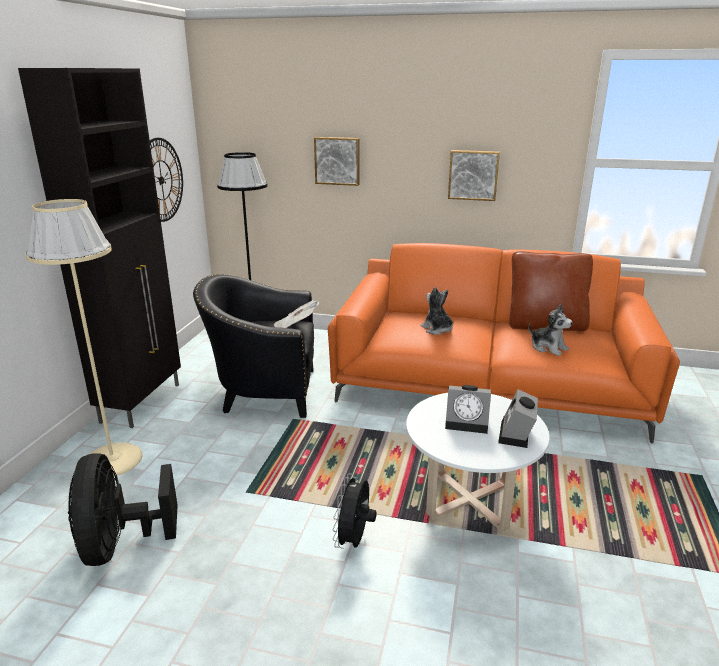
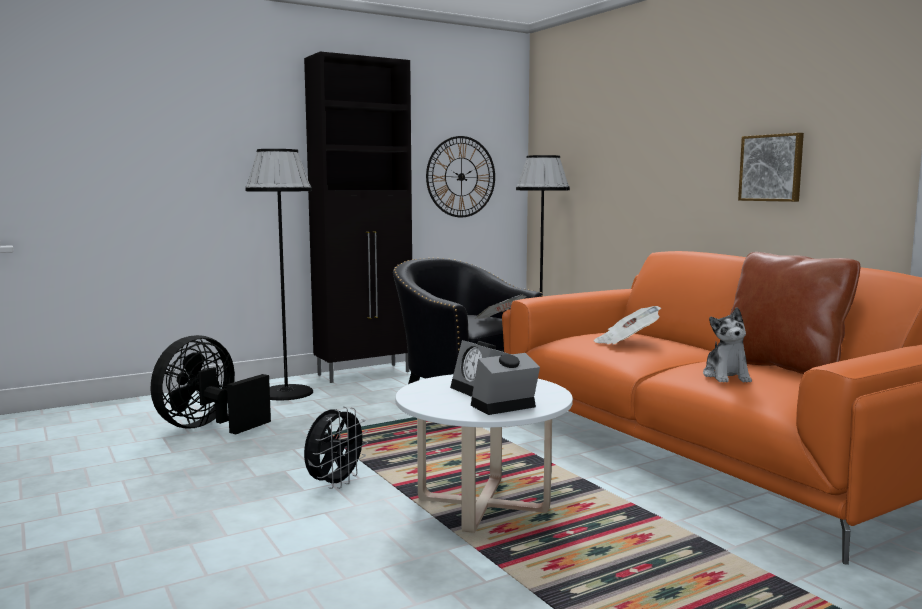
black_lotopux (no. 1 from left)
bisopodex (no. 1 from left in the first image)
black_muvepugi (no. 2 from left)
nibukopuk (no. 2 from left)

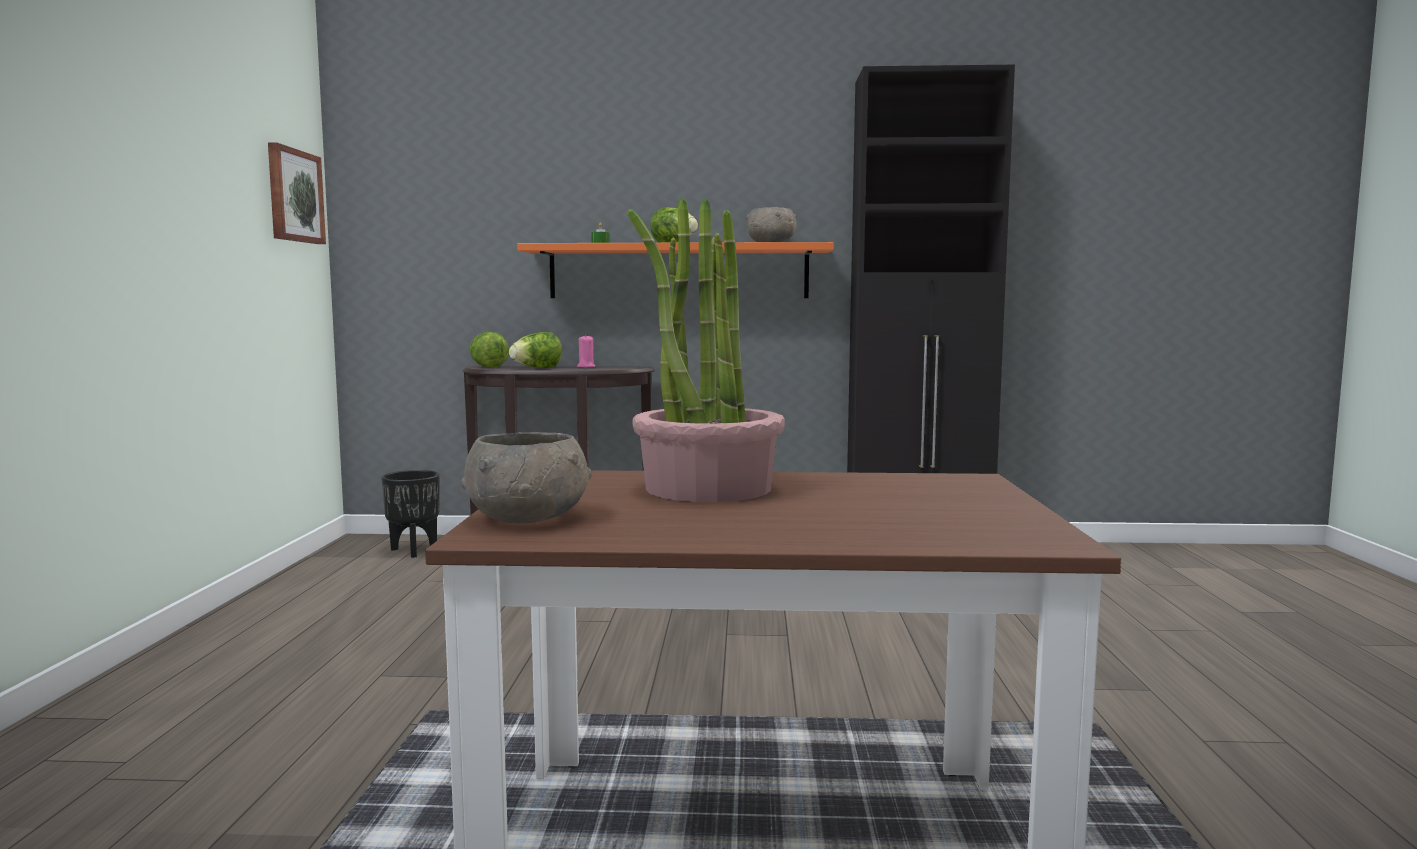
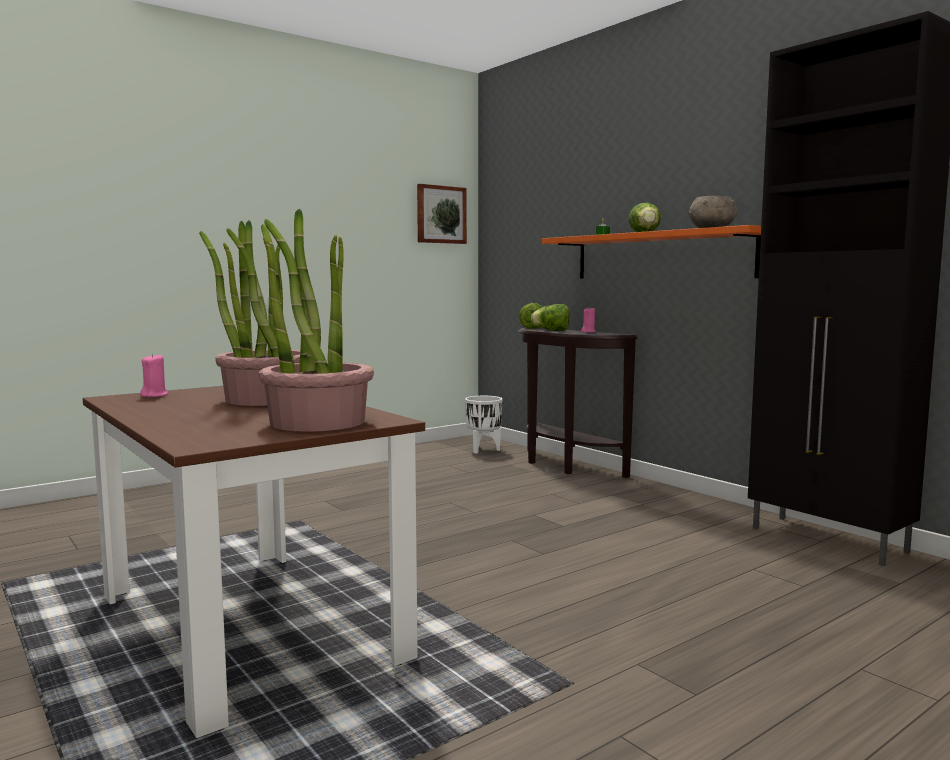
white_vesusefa
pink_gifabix (no. 1 from left)
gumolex (no. 2 from left)

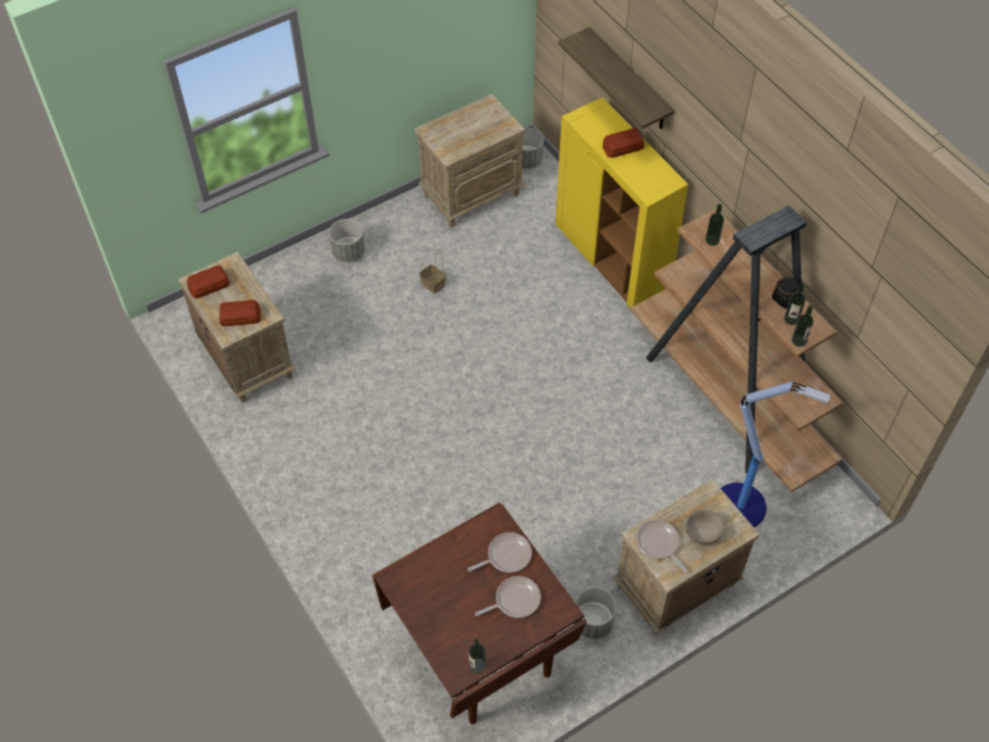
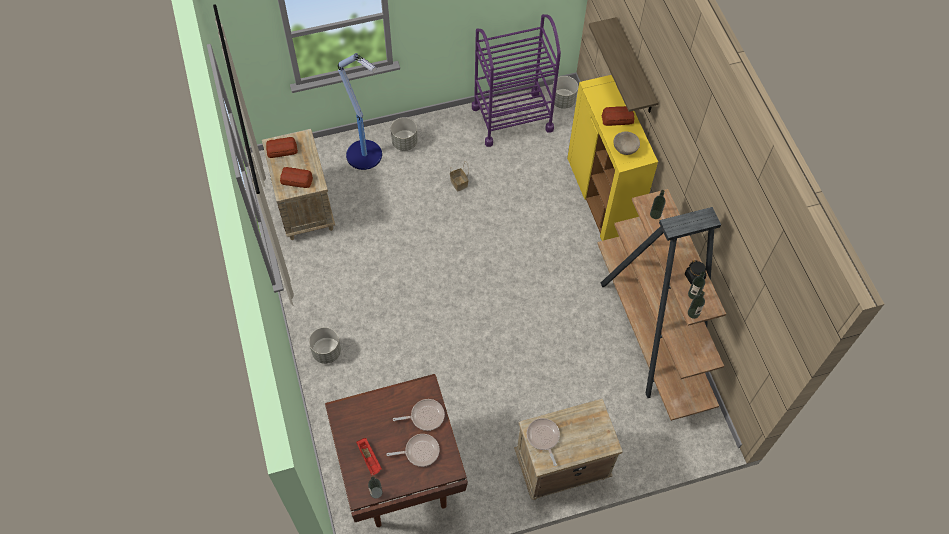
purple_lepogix
grey_vesusefa (no. 1 from left)
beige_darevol
lotopux
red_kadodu

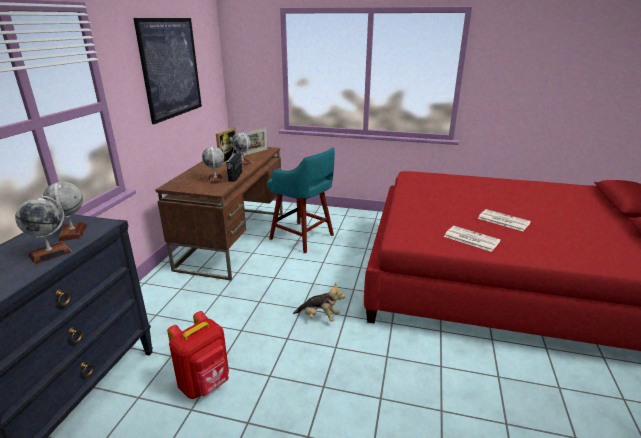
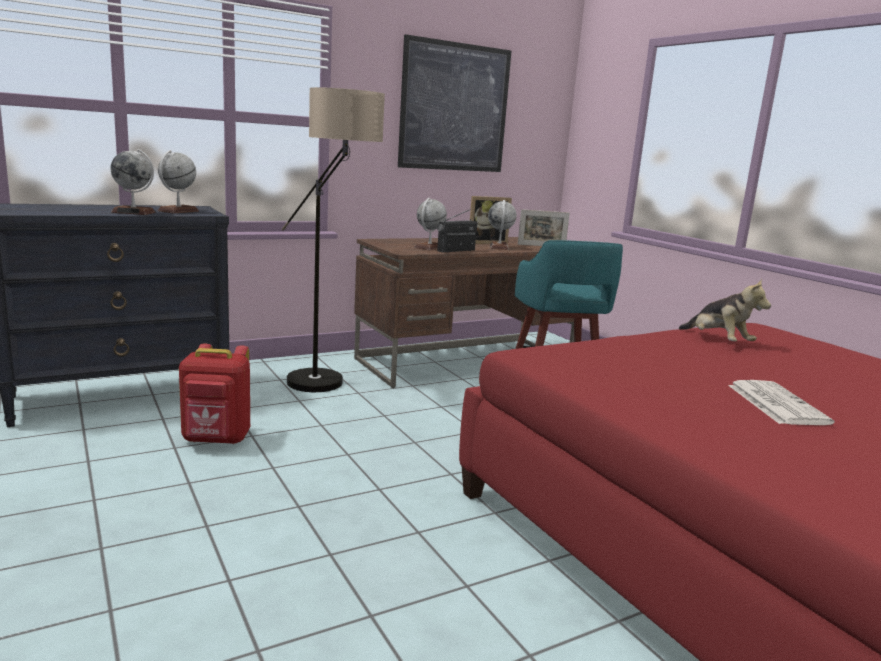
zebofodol
nibukopuk (no. 1 from left in the first image)
lotopux

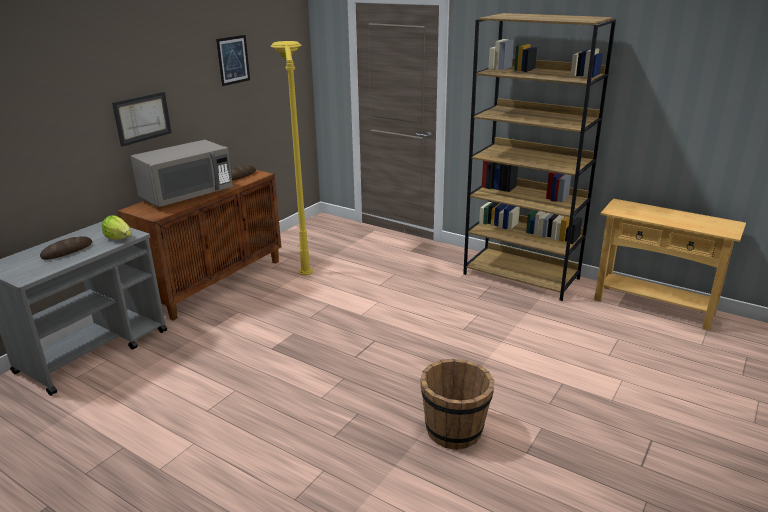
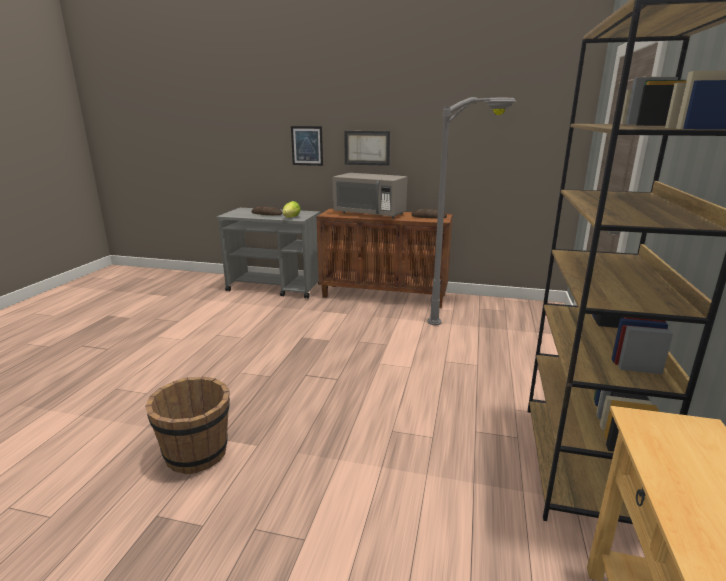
bisopodex (no. 1 from left)
grey_lotopux

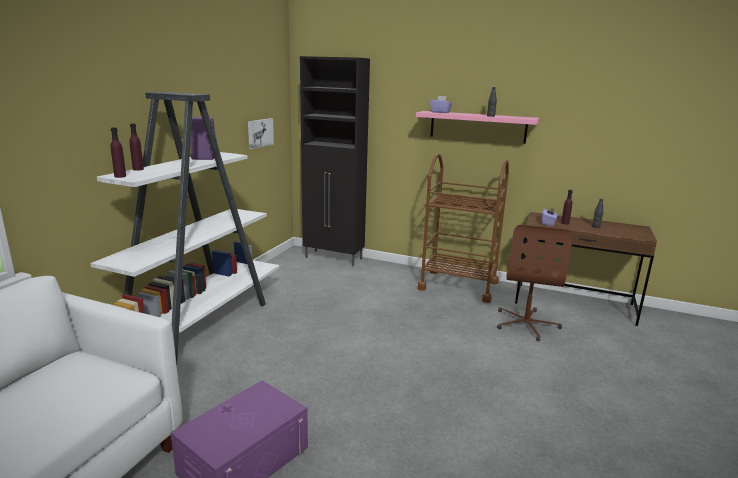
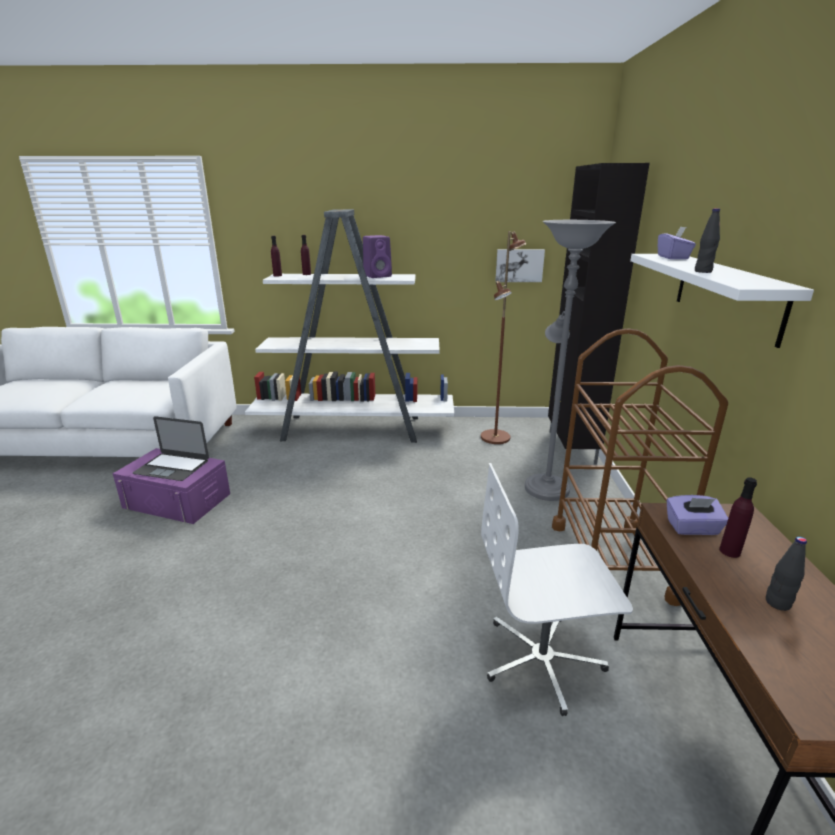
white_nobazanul
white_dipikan
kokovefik
brown_lotopux
grey_lotopux

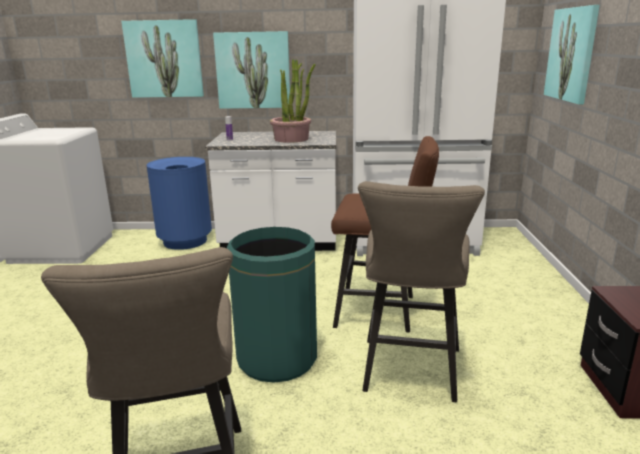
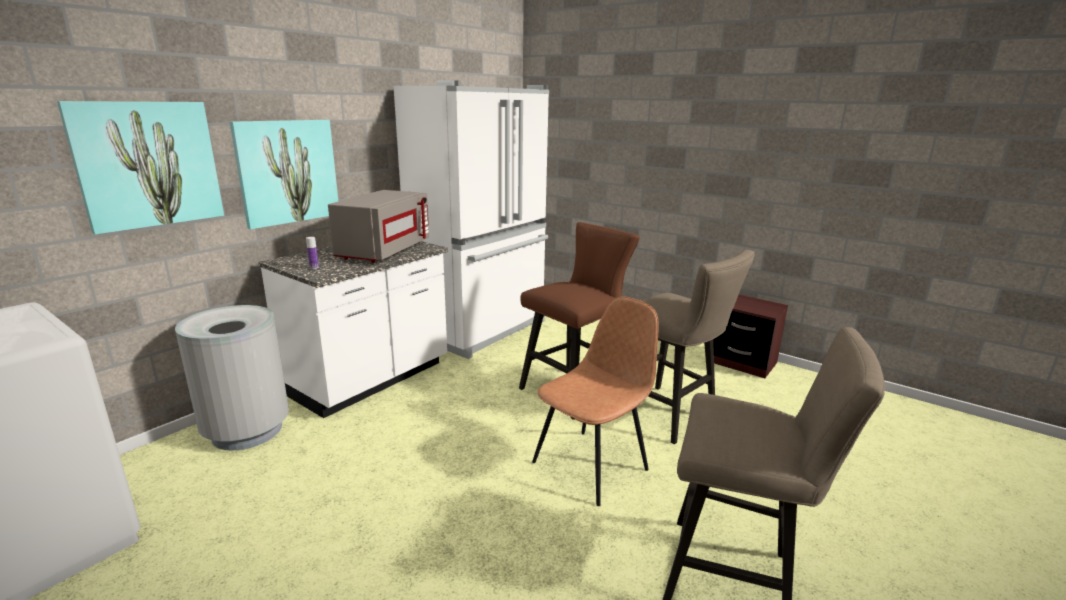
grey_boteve
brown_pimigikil
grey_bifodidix
bisopodex (no. 3 from left in the first image)

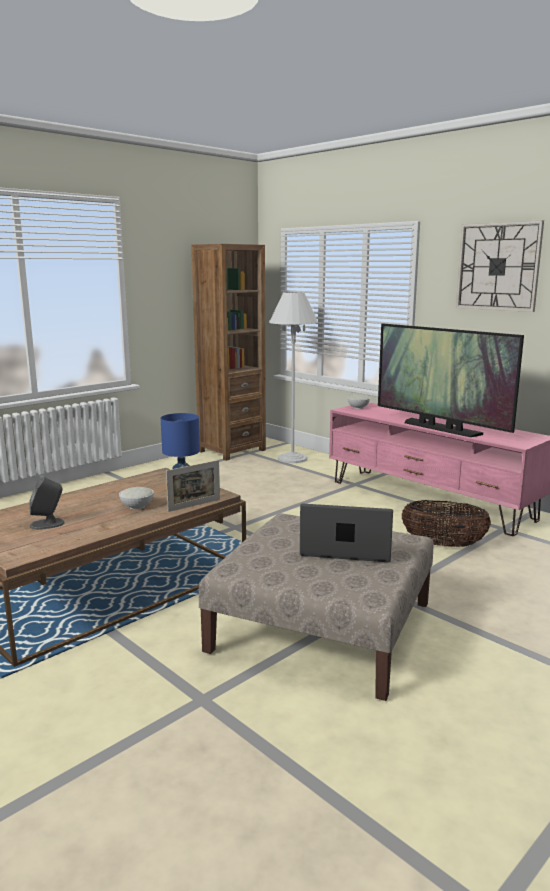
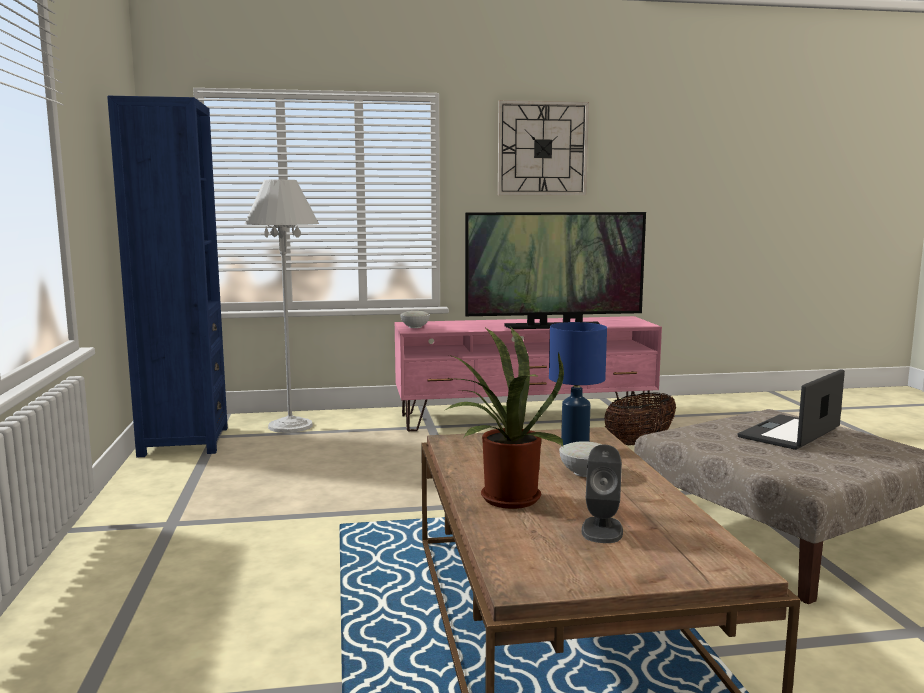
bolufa
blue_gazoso
gumolex

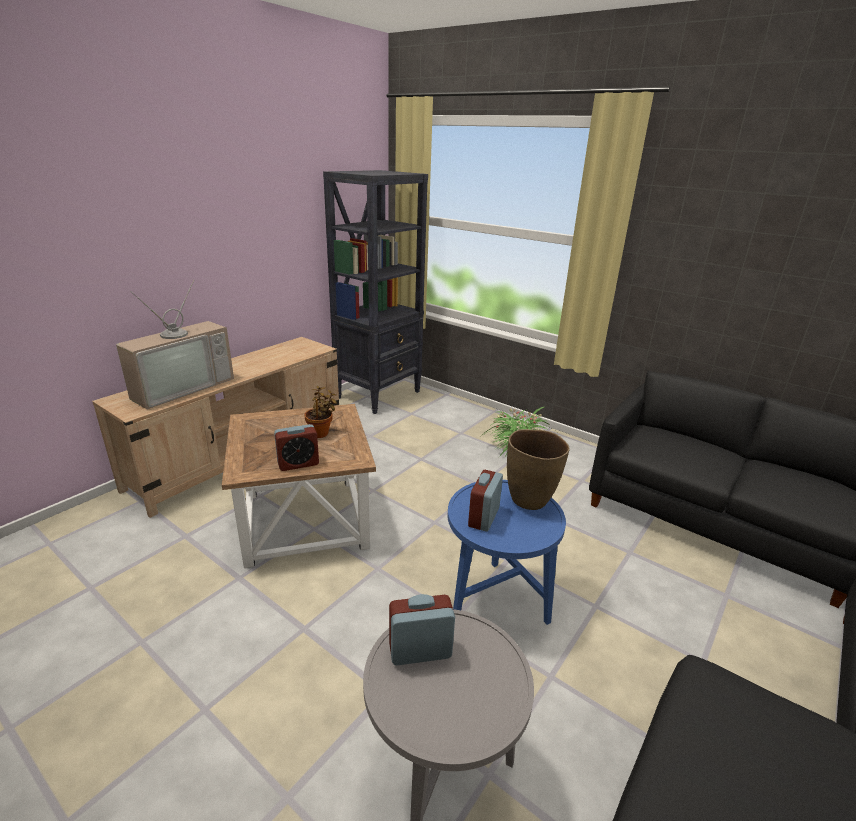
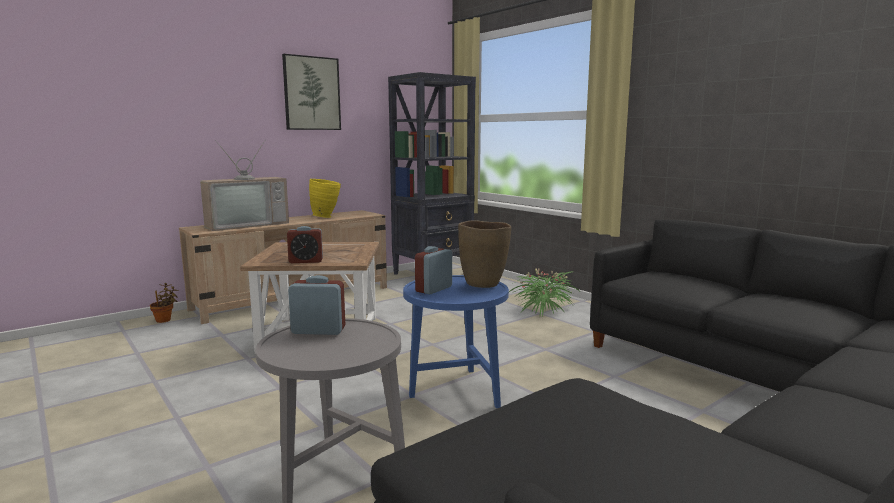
gumolex (no. 1 from left)
bisopodex
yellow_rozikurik

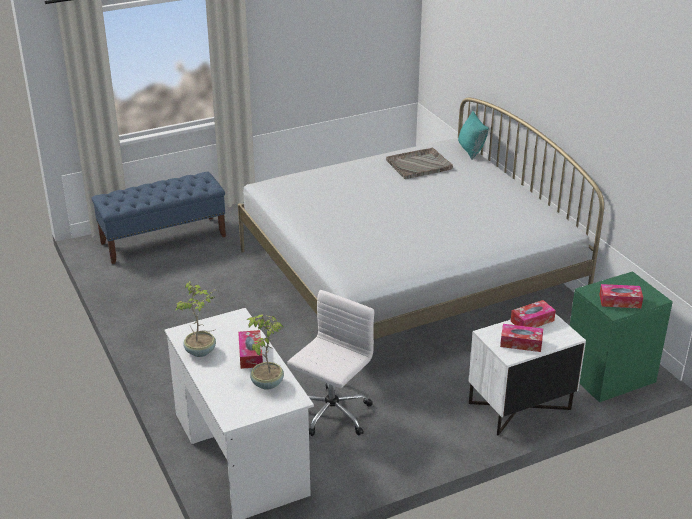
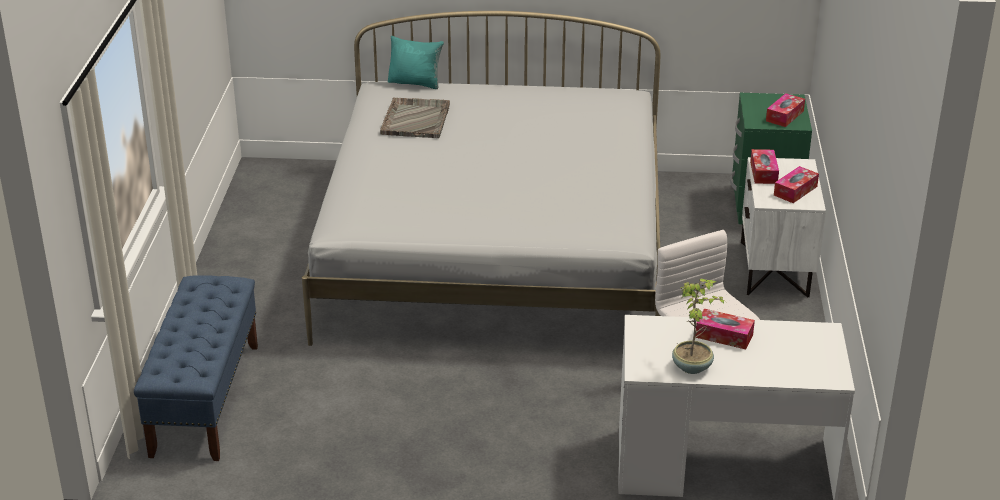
gumolex (no. 2 from left in the first image)

